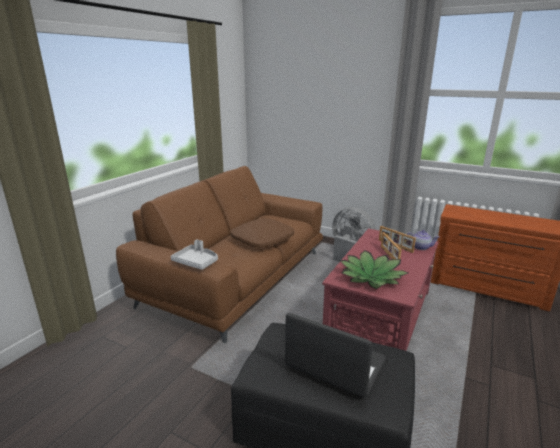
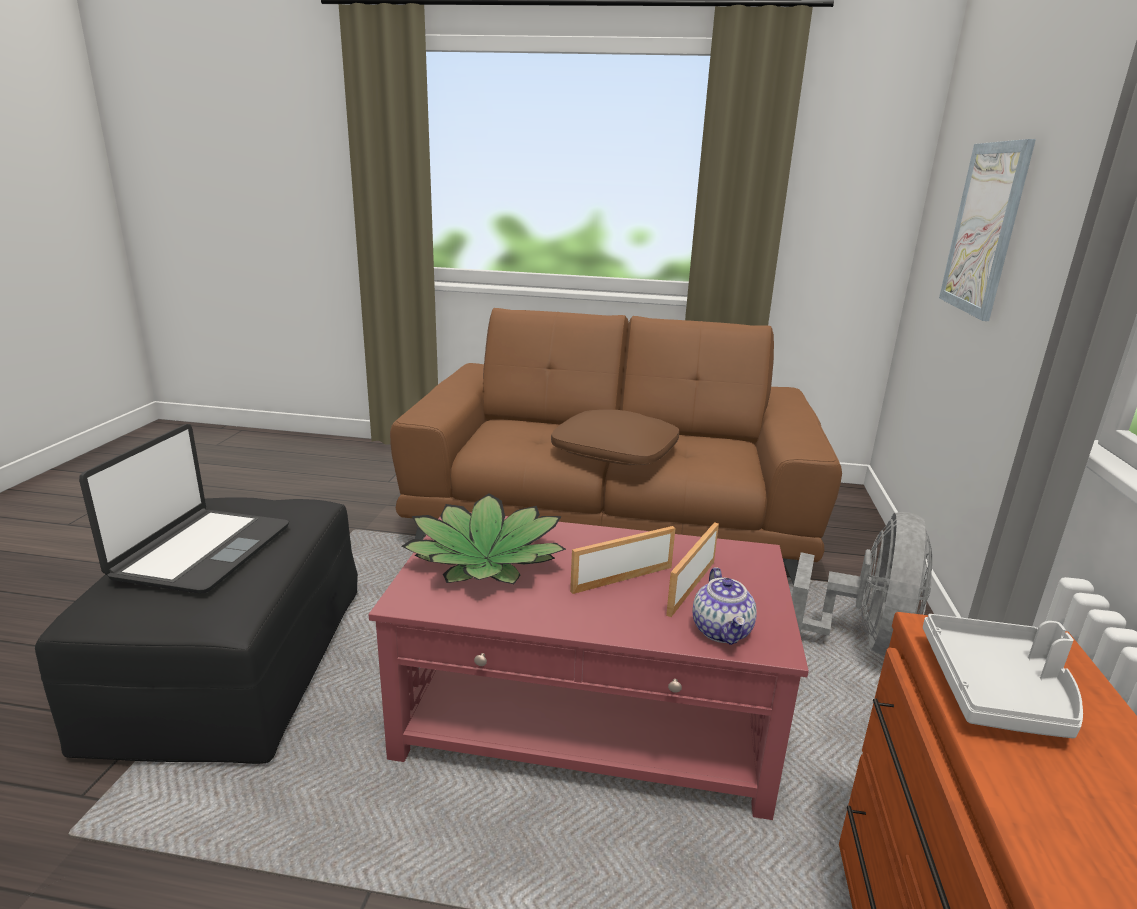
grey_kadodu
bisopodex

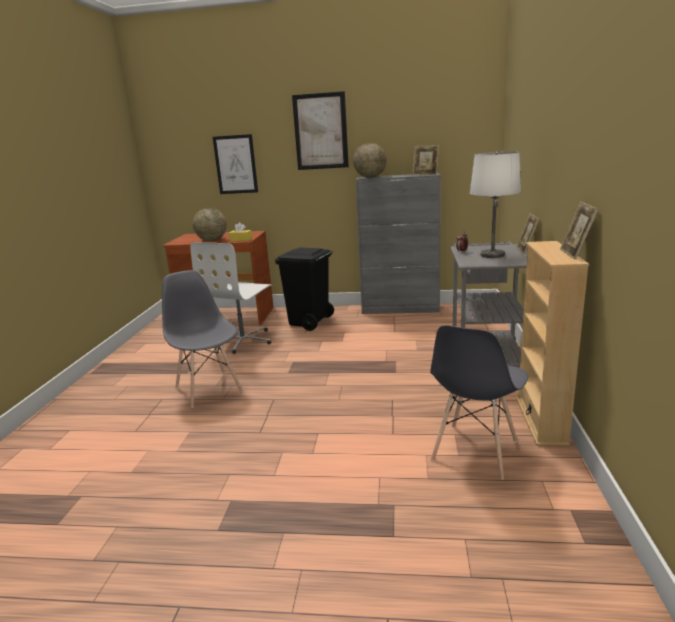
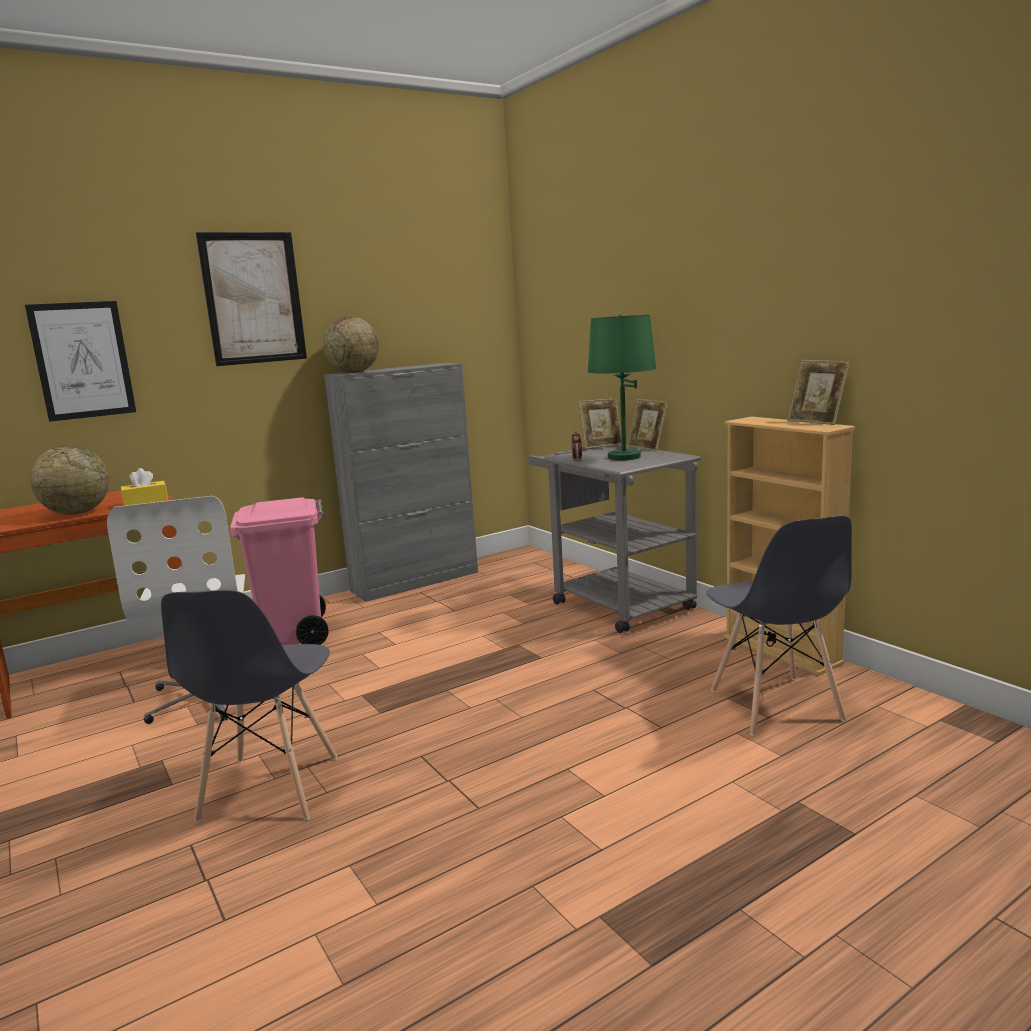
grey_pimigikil (no. 1 from left)
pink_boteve
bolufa (no. 1 from left)
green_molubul

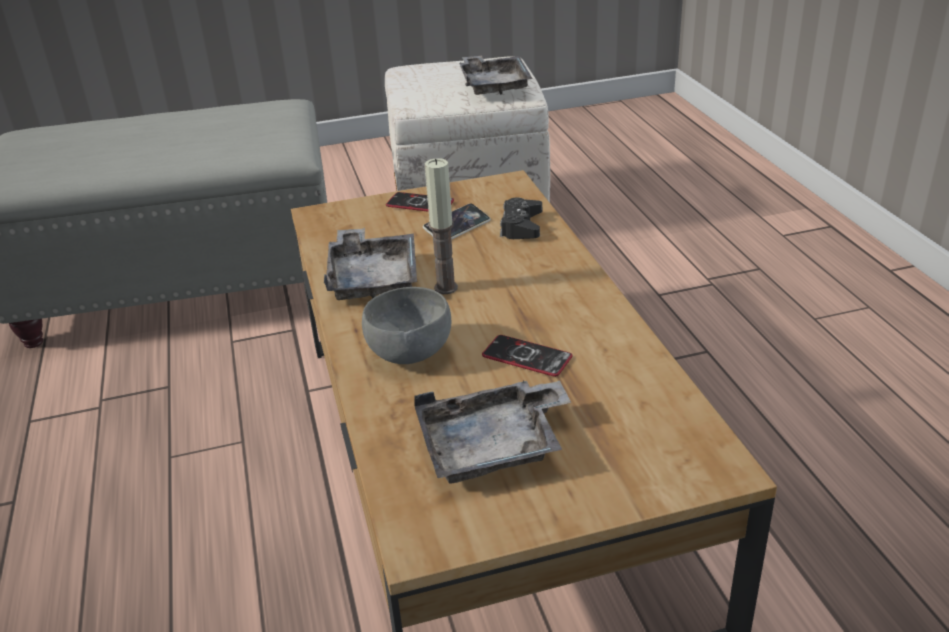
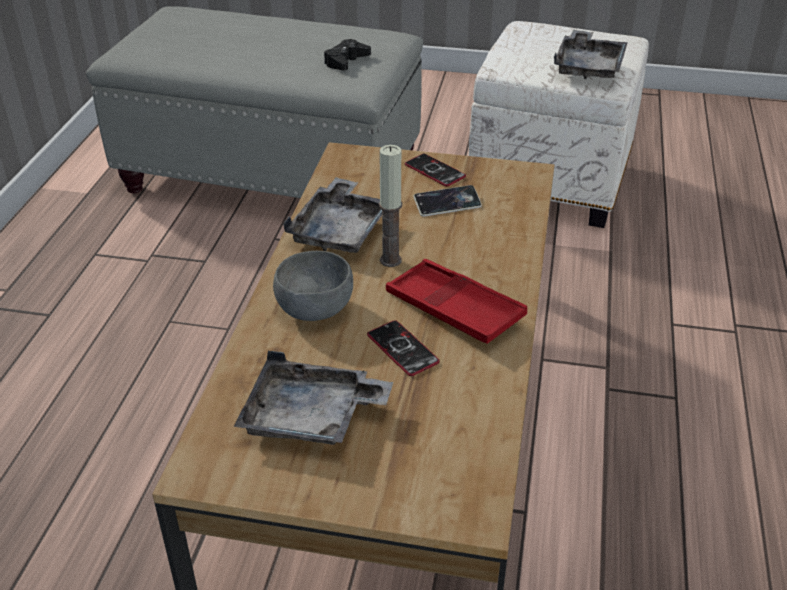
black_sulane
red_kadodu

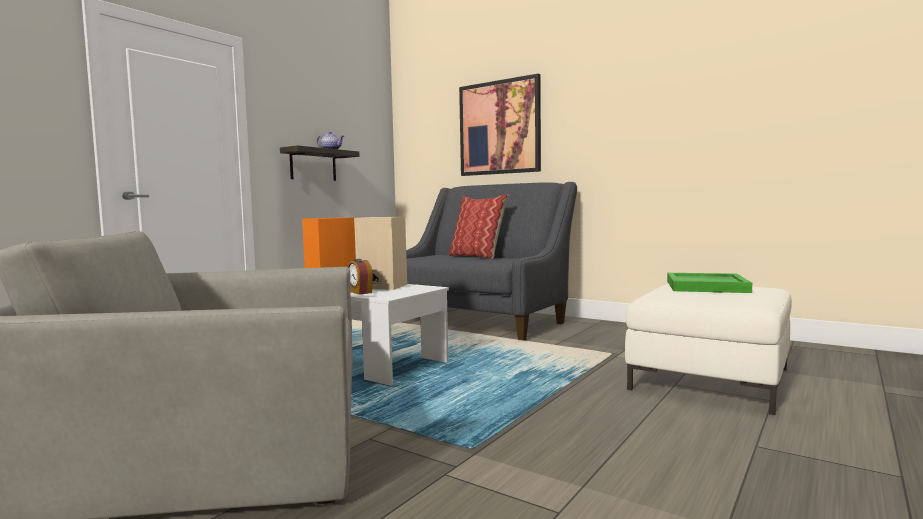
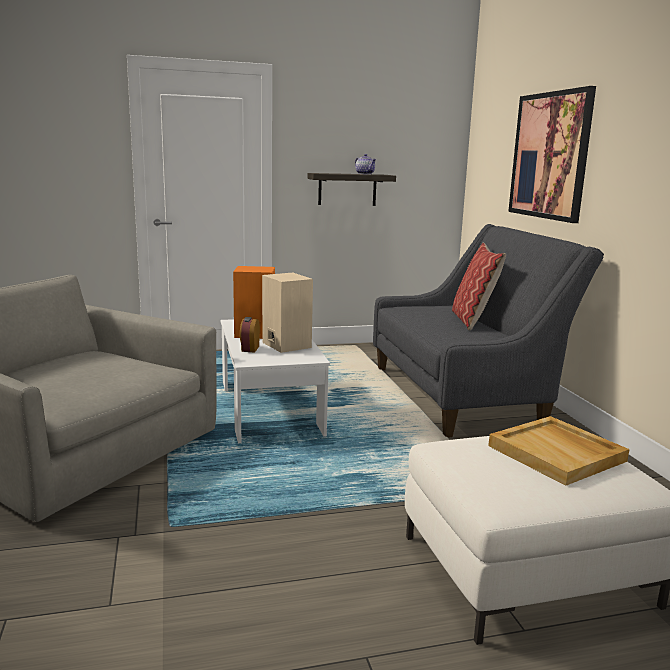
beige_kadodu

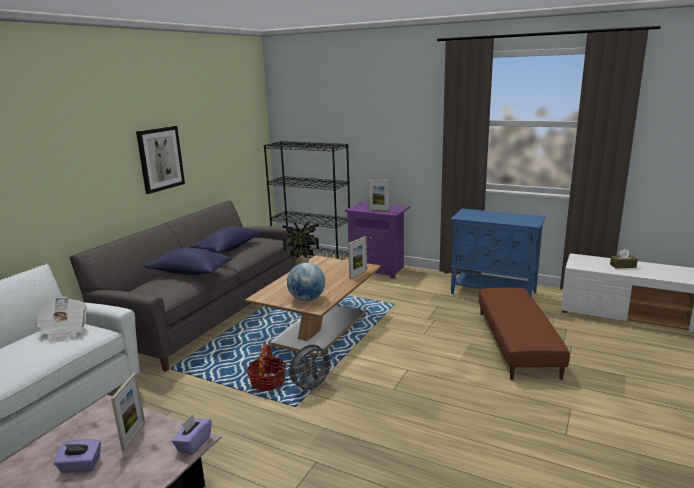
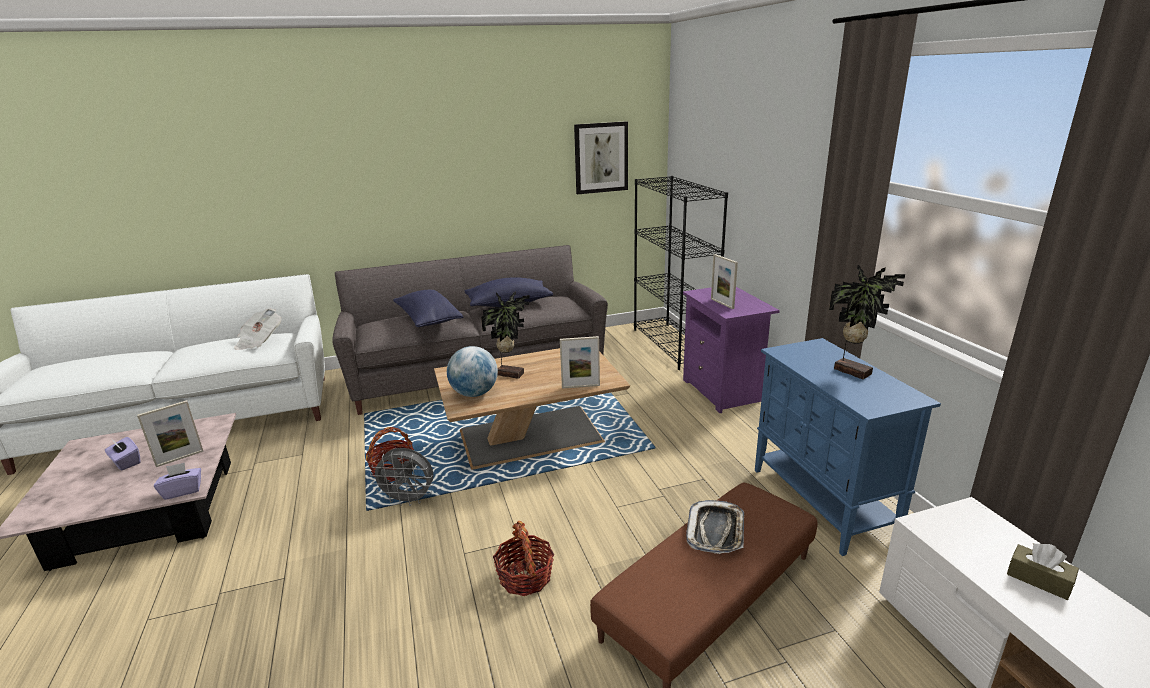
bisopodex
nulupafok (no. 2 from left)
kadodu
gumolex (no. 2 from left)

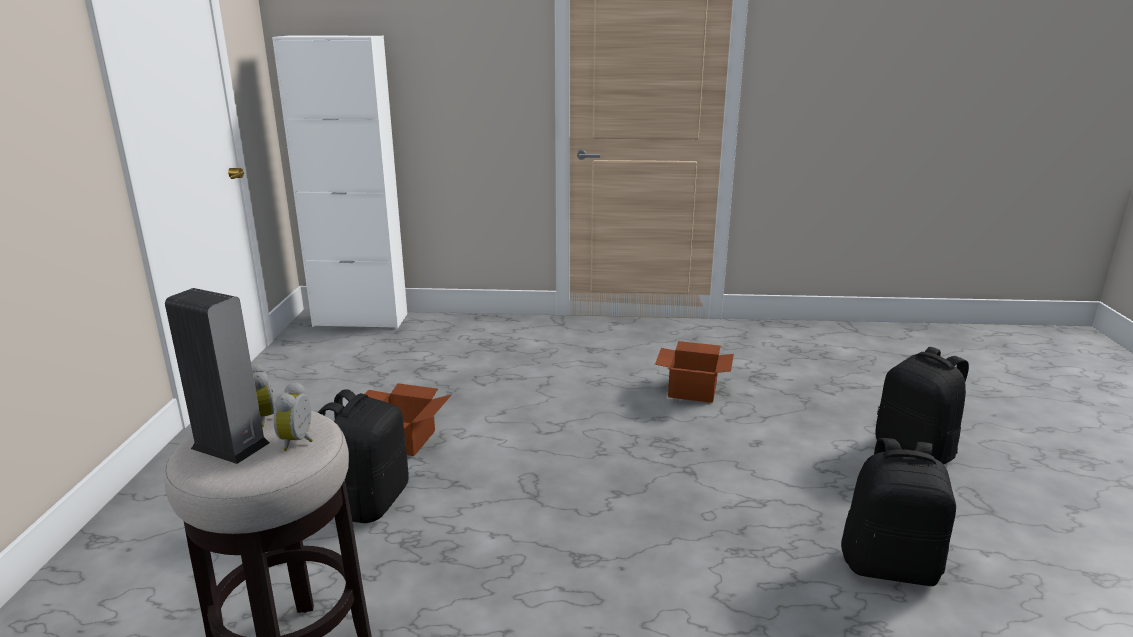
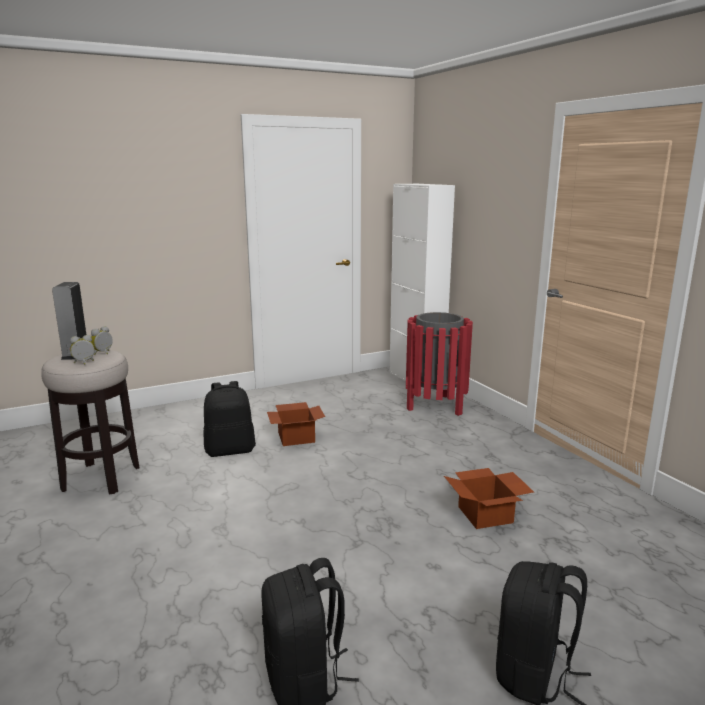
red_boteve

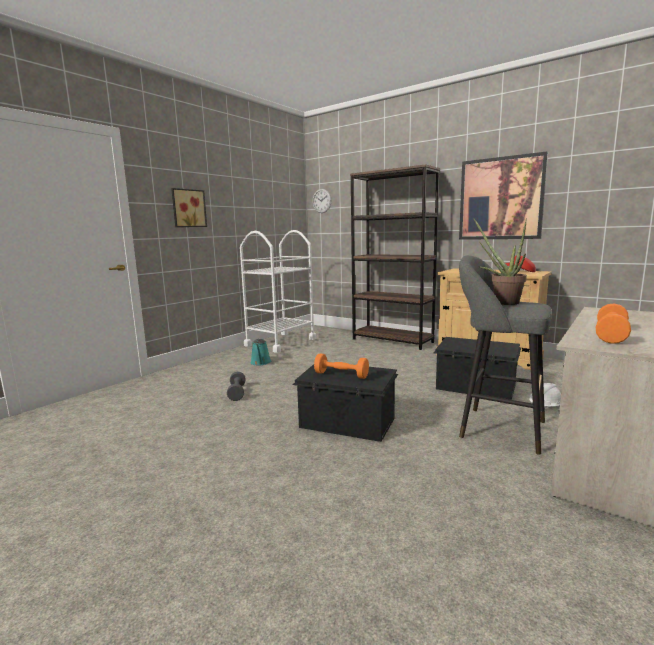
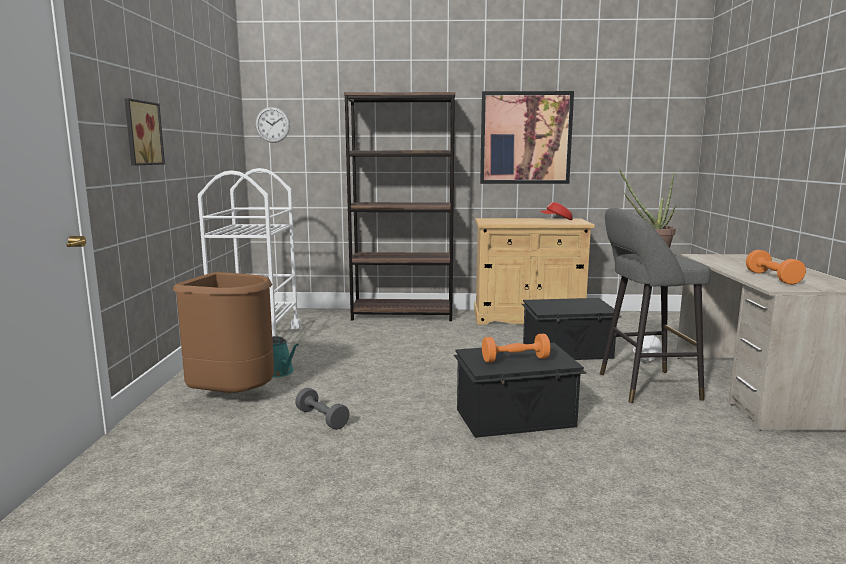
brown_boteve

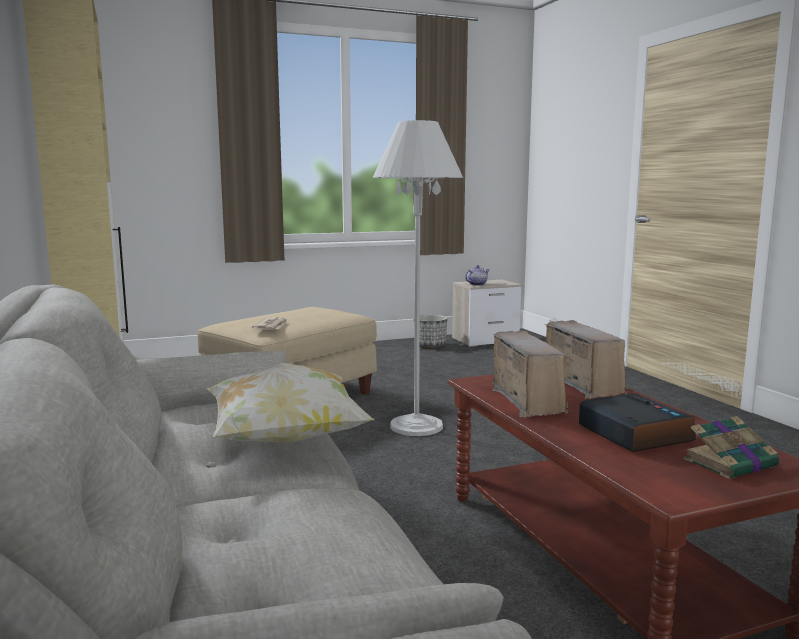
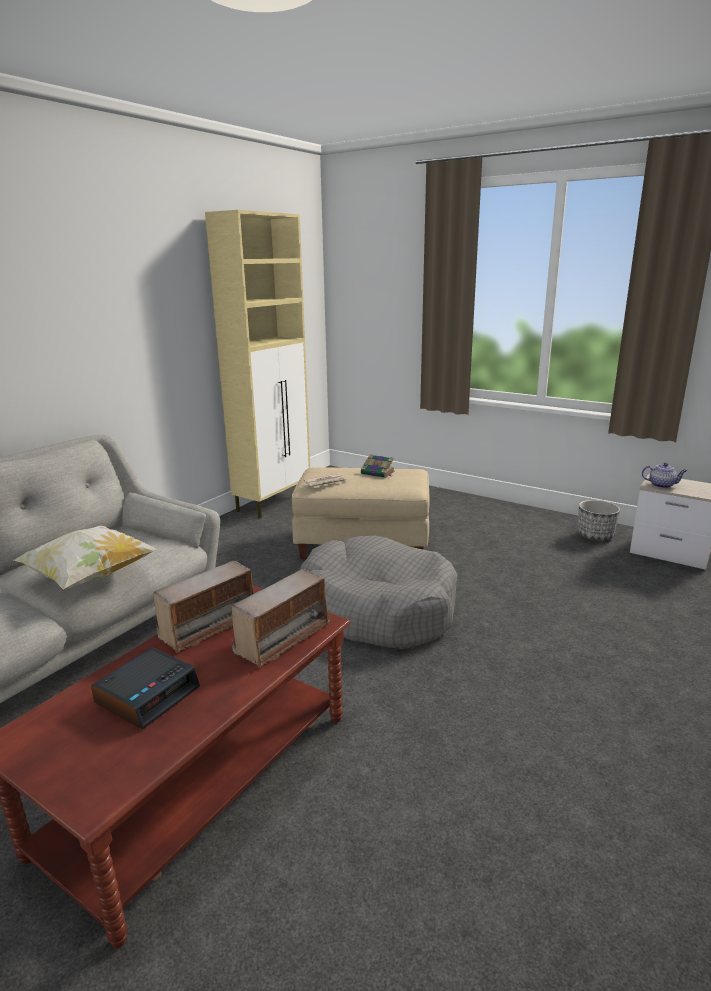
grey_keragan
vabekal

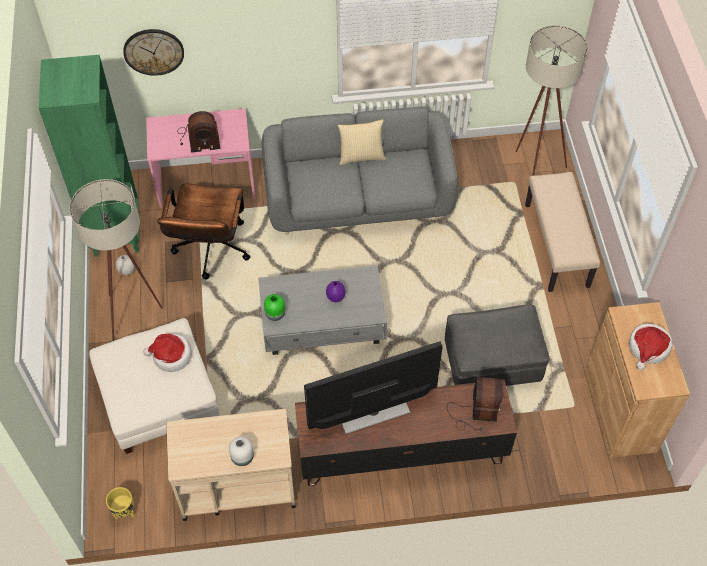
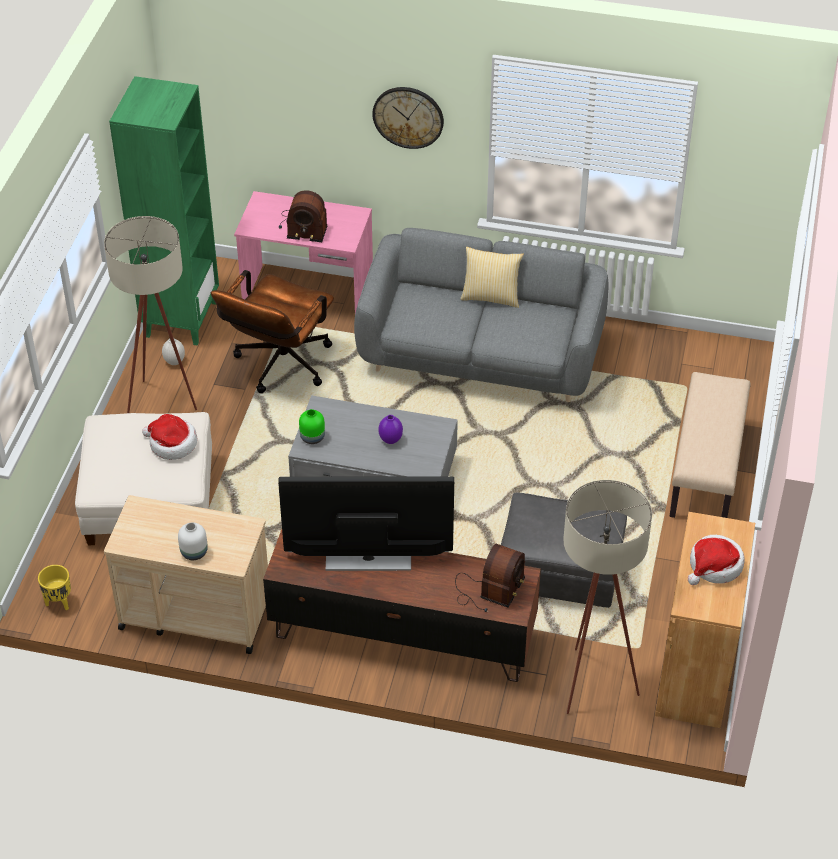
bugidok
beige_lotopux (no. 2 from left)

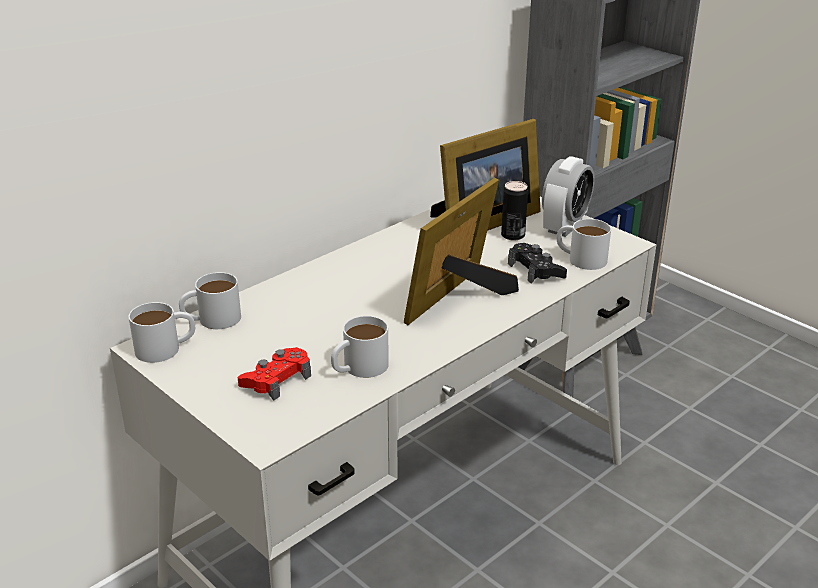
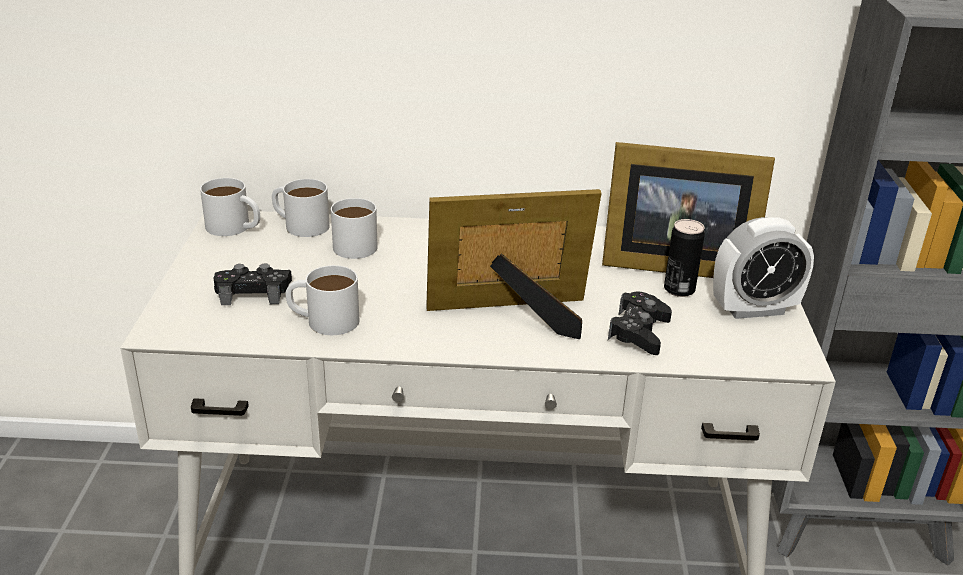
black_sulane (no. 1 from left)
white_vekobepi (no. 4 from left)

